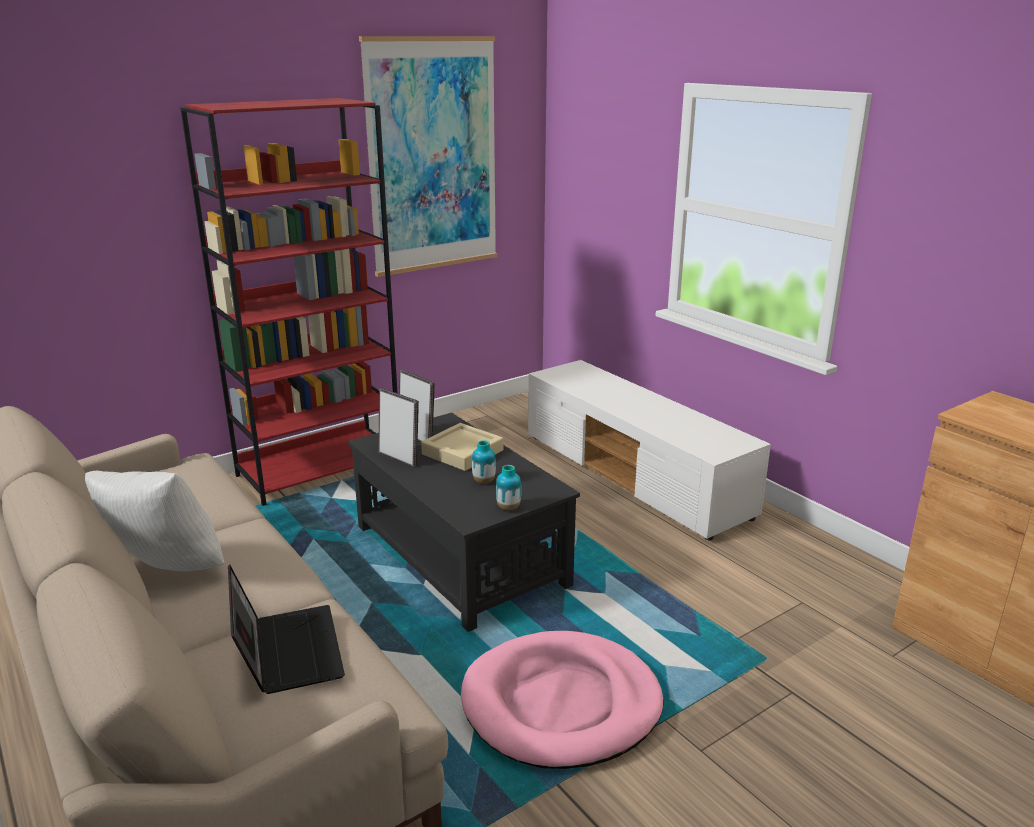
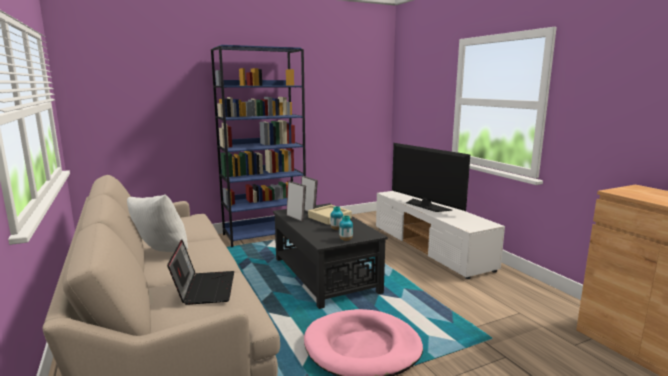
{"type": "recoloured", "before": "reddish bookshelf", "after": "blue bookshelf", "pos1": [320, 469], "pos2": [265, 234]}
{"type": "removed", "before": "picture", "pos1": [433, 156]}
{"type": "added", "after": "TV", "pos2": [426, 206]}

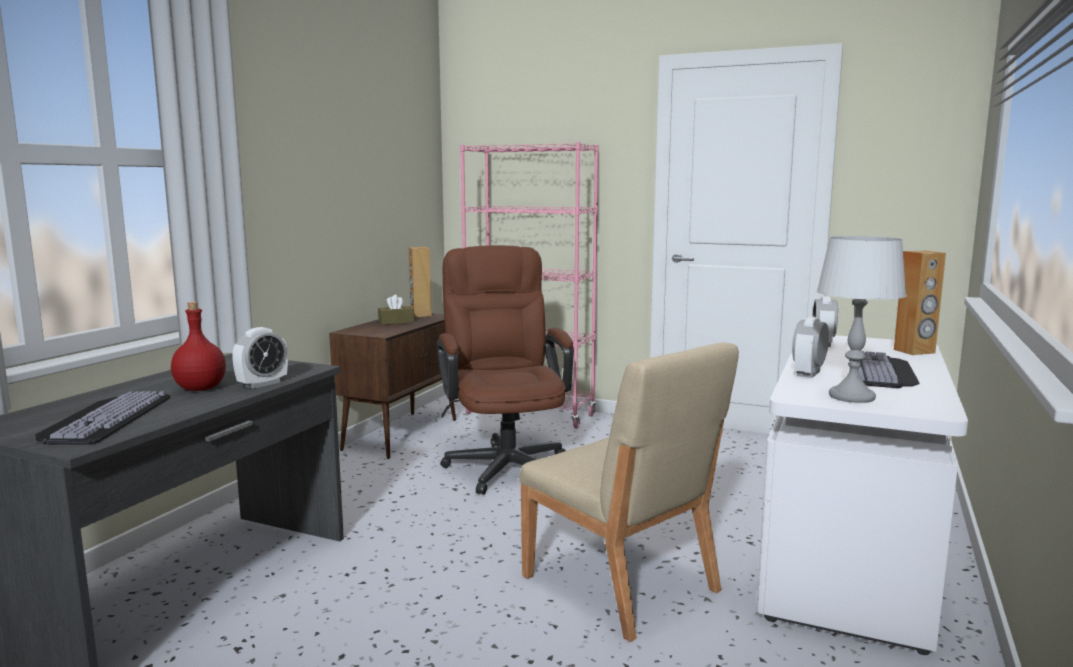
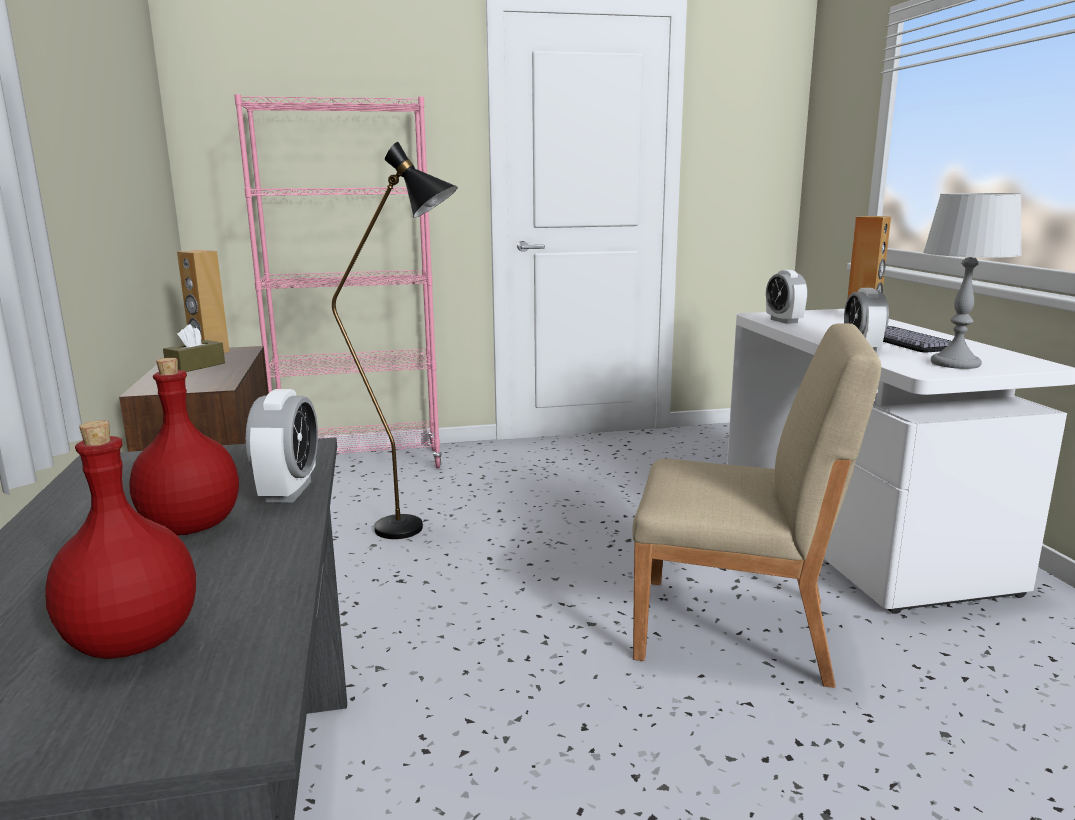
{"type": "replaced", "before": "PC keyboard", "after": "reddish drink bottle", "pos1": [103, 418], "pos2": [130, 642]}
{"type": "replaced", "before": "brown computer chair", "after": "black-coloured floor lamp", "pos1": [505, 463], "pos2": [416, 530]}

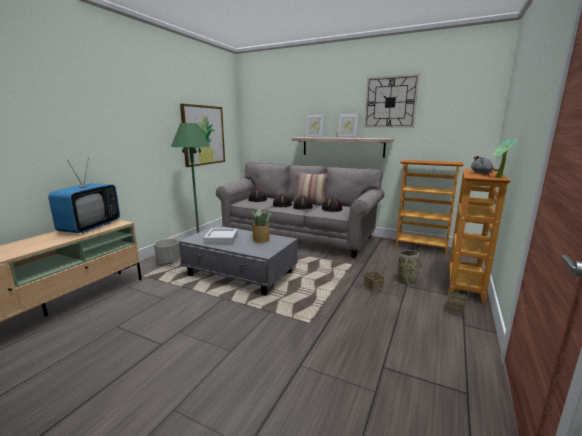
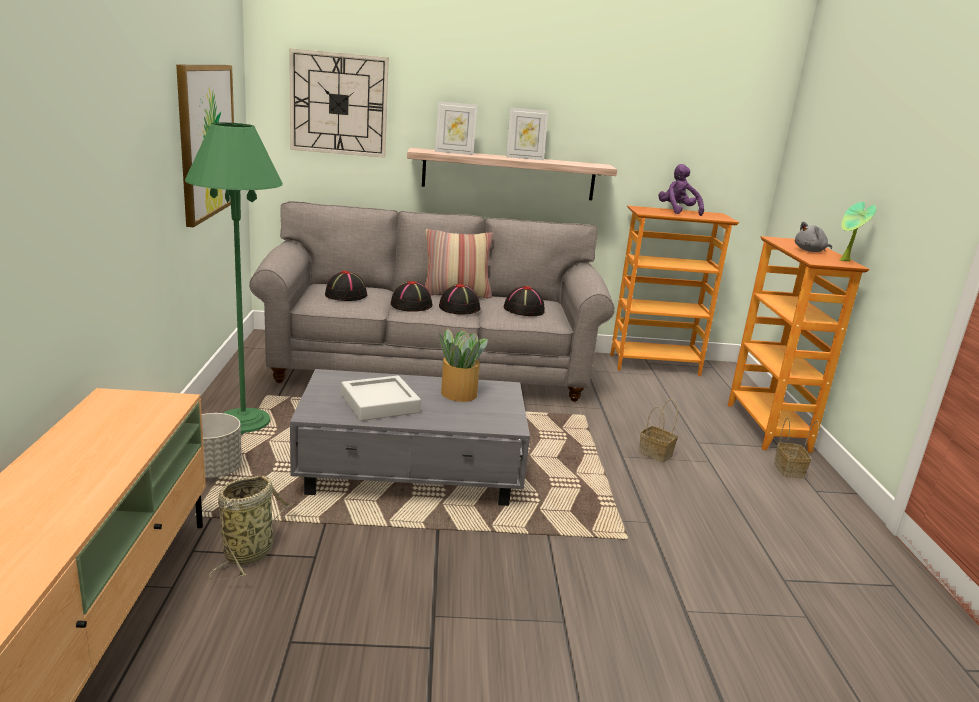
{"type": "removed", "before": "TV", "pos1": [90, 227]}
{"type": "moved", "before": "wall clock", "pos1": [390, 102], "pos2": [339, 104]}
{"type": "moved", "before": "household basket", "pos1": [407, 280], "pos2": [251, 551]}
{"type": "added", "after": "purple soft toy", "pos2": [677, 211]}

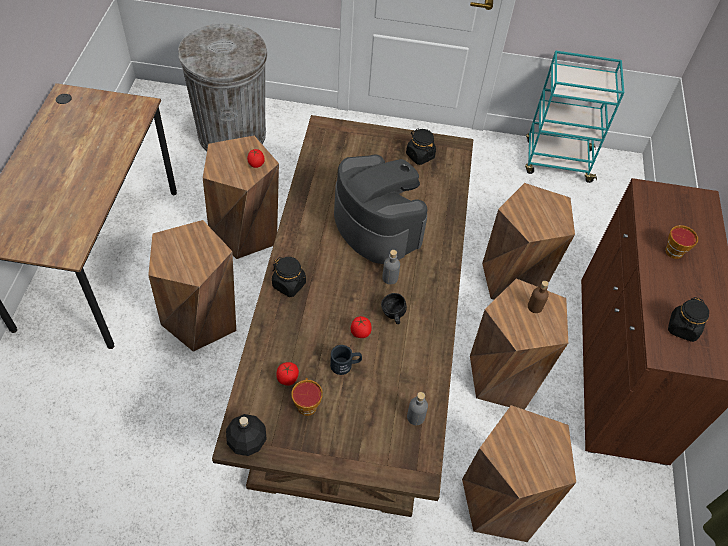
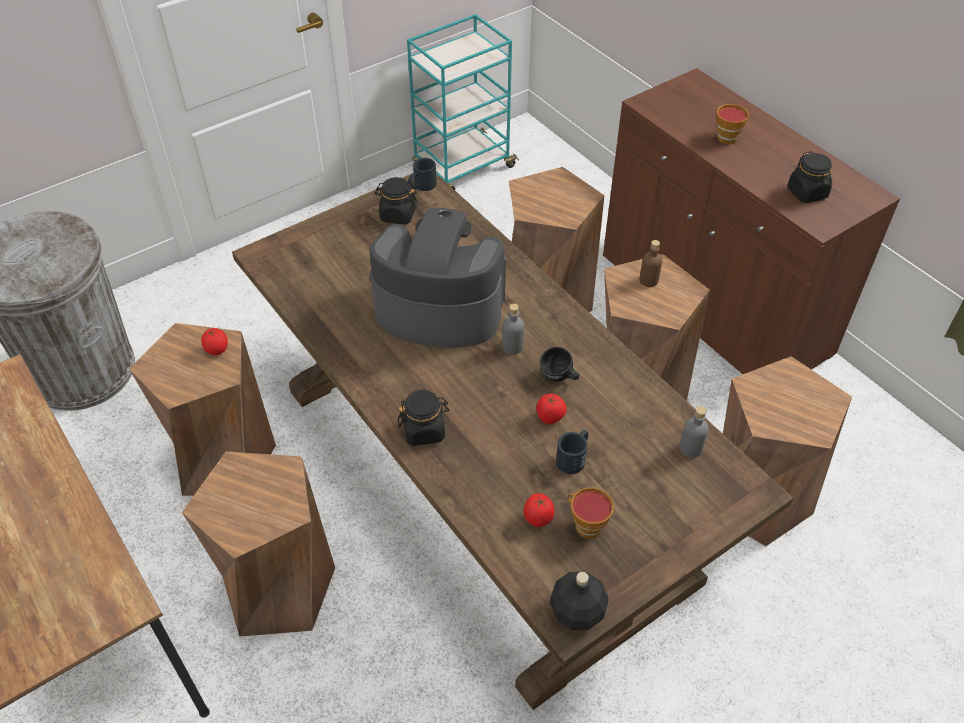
{"type": "added", "after": "black-coloured coffee mug", "pos2": [421, 186]}

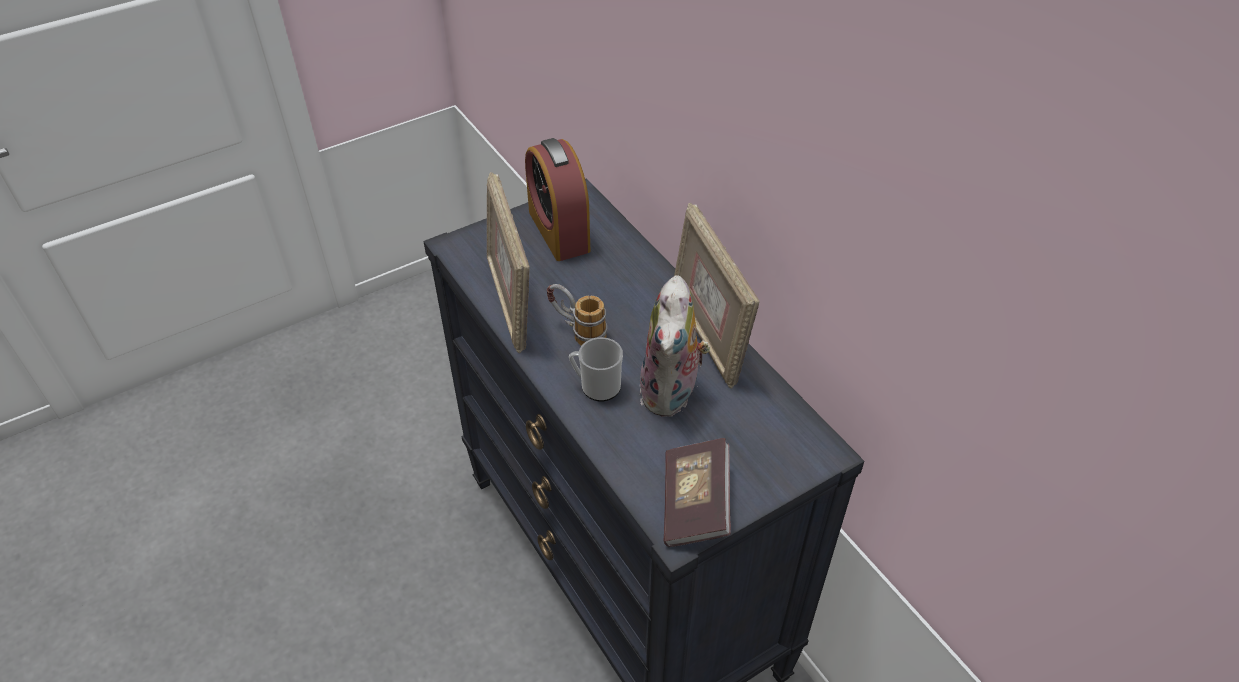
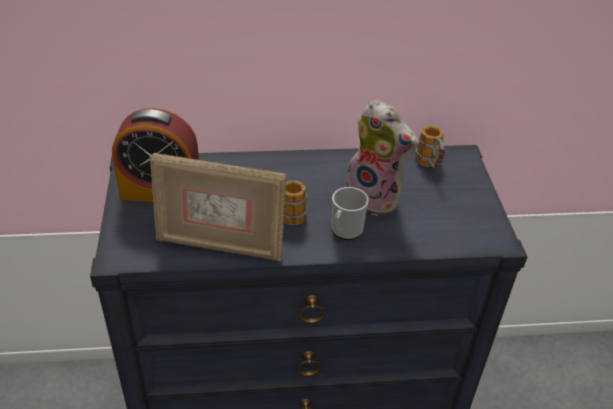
{"type": "removed", "before": "book", "pos1": [695, 505]}
{"type": "removed", "before": "standing frame", "pos1": [707, 335]}
{"type": "added", "after": "coffee mug", "pos2": [430, 166]}

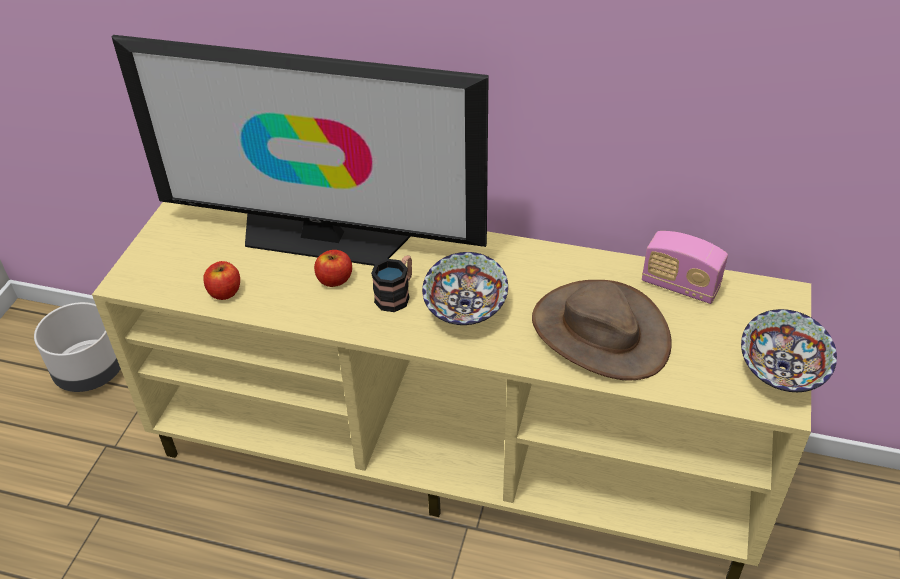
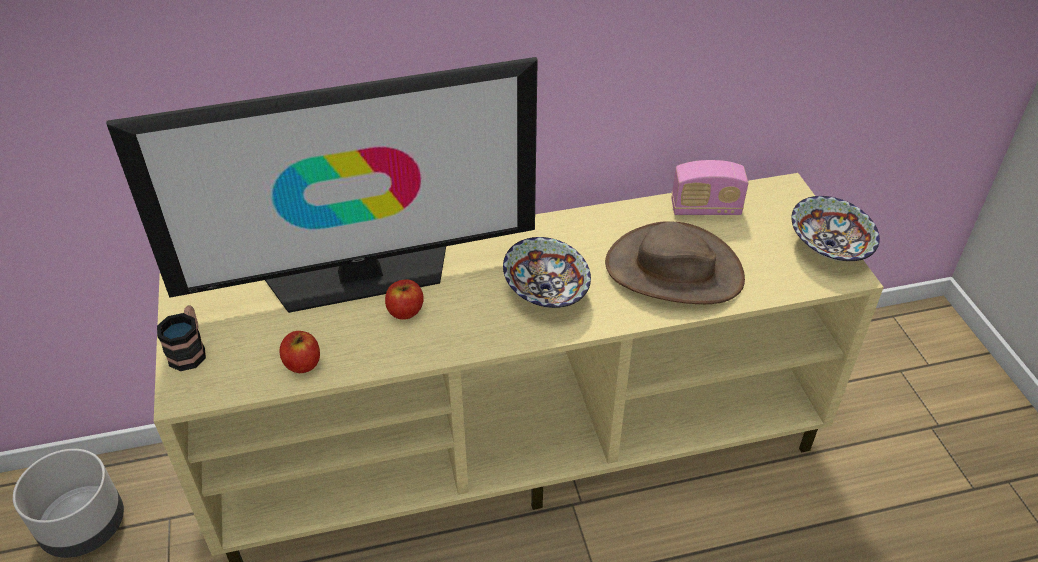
{"type": "moved", "before": "coffee mug", "pos1": [396, 295], "pos2": [190, 350]}

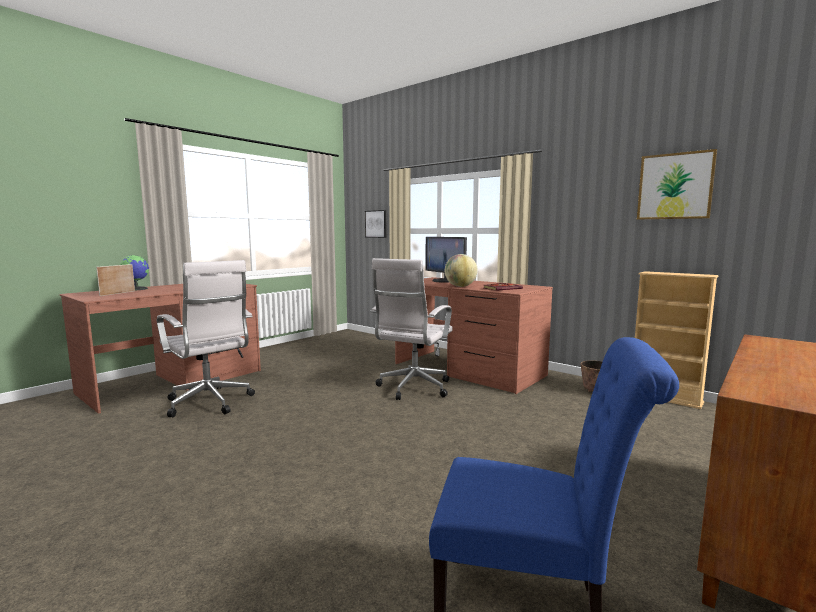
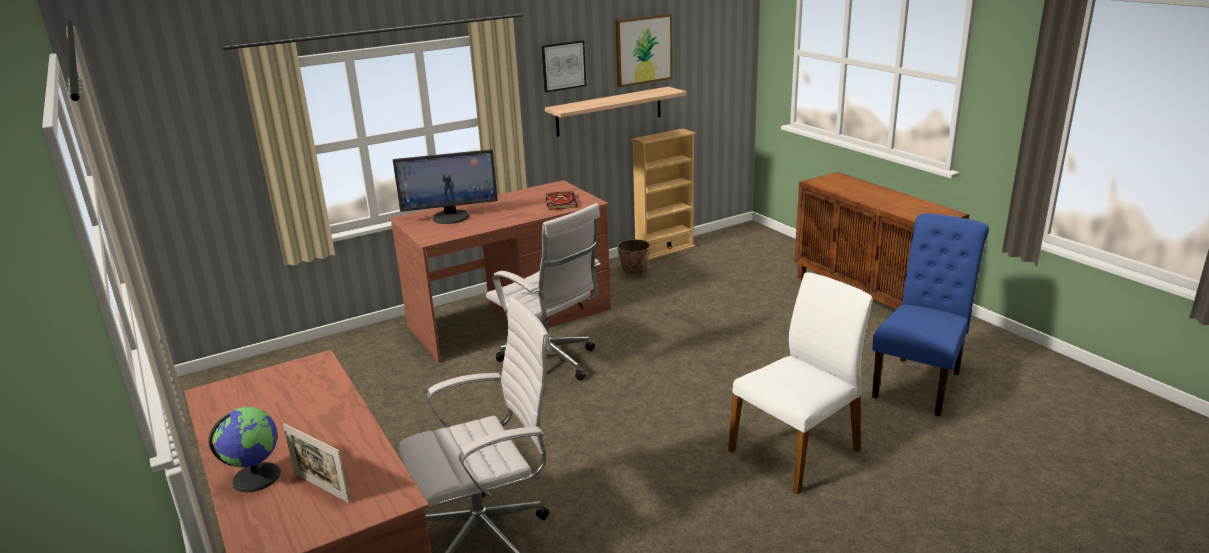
{"type": "moved", "before": "picture", "pos1": [376, 224], "pos2": [563, 65]}
{"type": "removed", "before": "desk globe", "pos1": [460, 286]}
{"type": "added", "after": "shelf", "pos2": [609, 111]}
{"type": "added", "after": "white-coloured upright chair", "pos2": [797, 450]}

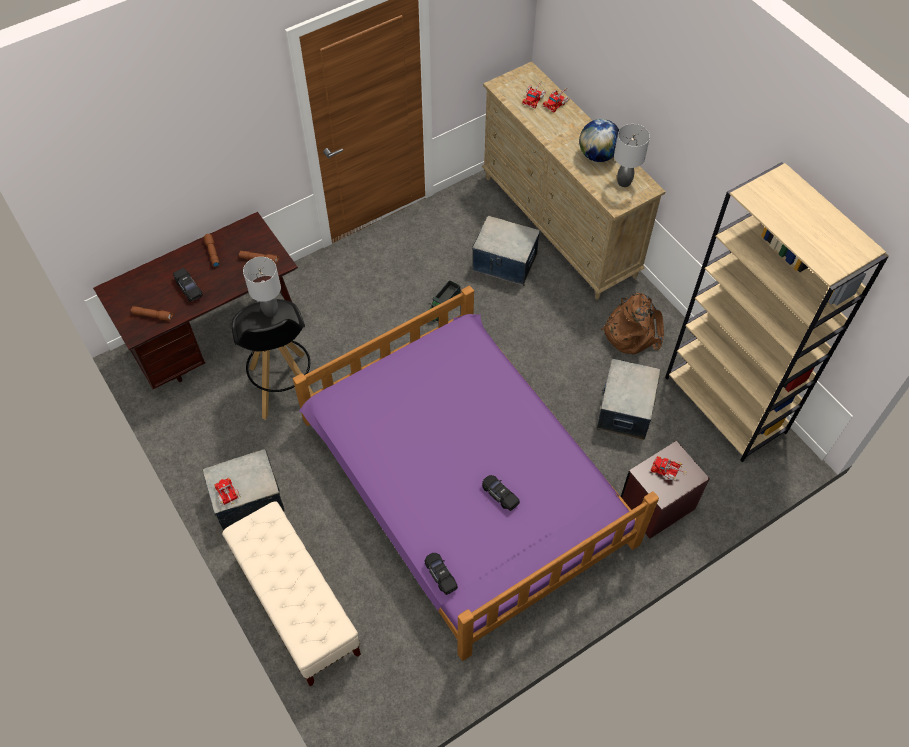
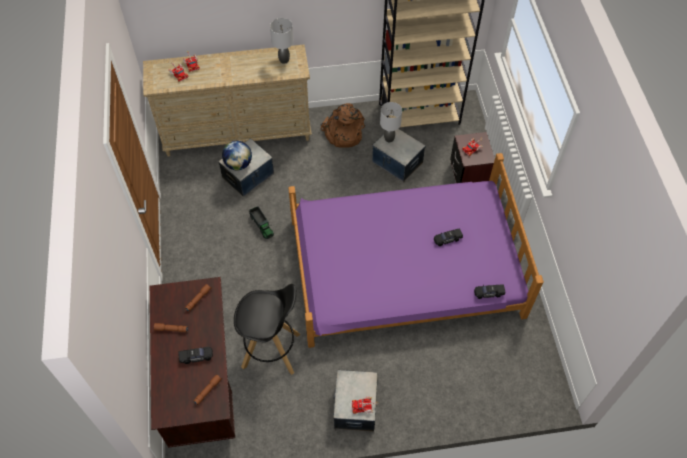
{"type": "removed", "before": "beige-coloured indoor bench", "pos1": [297, 605]}
{"type": "moved", "before": "grey tabletop lamp", "pos1": [271, 311], "pos2": [389, 138]}
{"type": "moved", "before": "desk globe", "pos1": [597, 155], "pos2": [238, 164]}

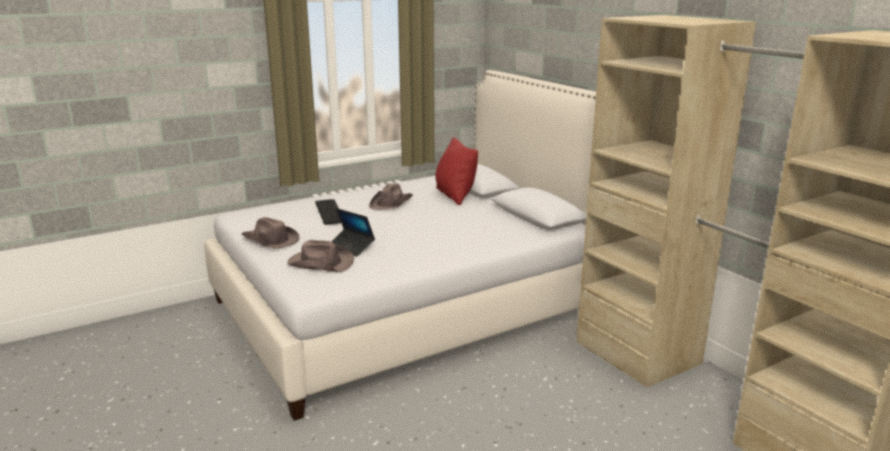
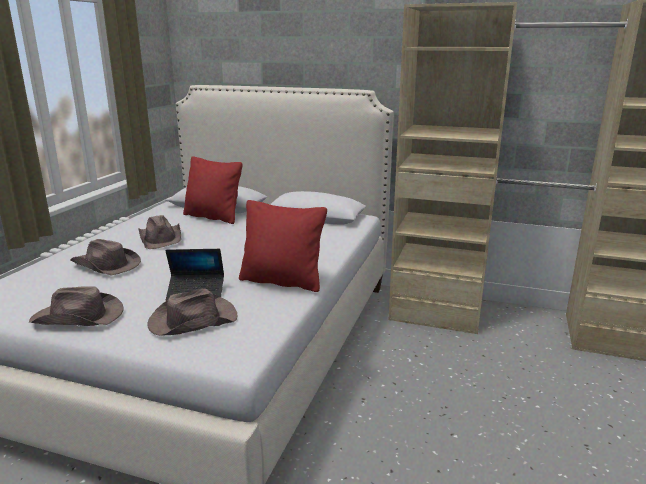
{"type": "replaced", "before": "PC keyboard", "after": "brown clothing hat", "pos1": [328, 212], "pos2": [106, 265]}
{"type": "added", "after": "reddish throw pillow", "pos2": [282, 281]}

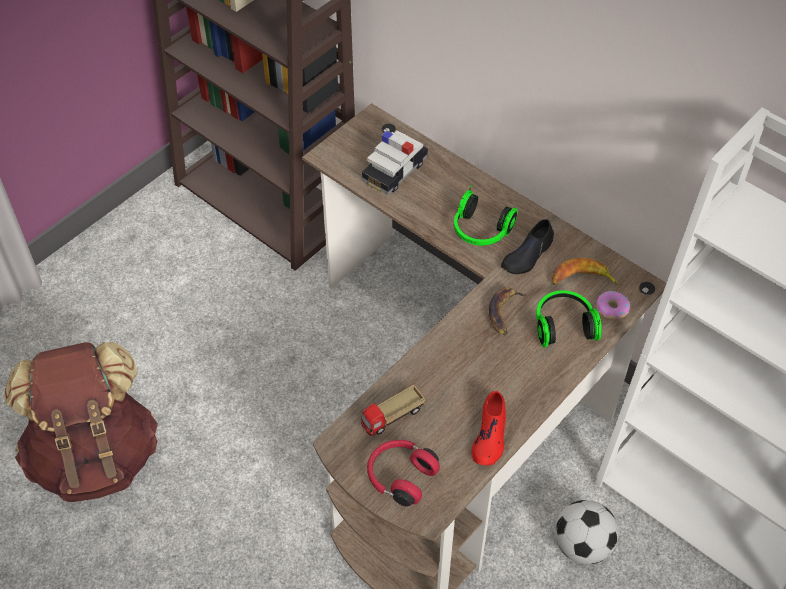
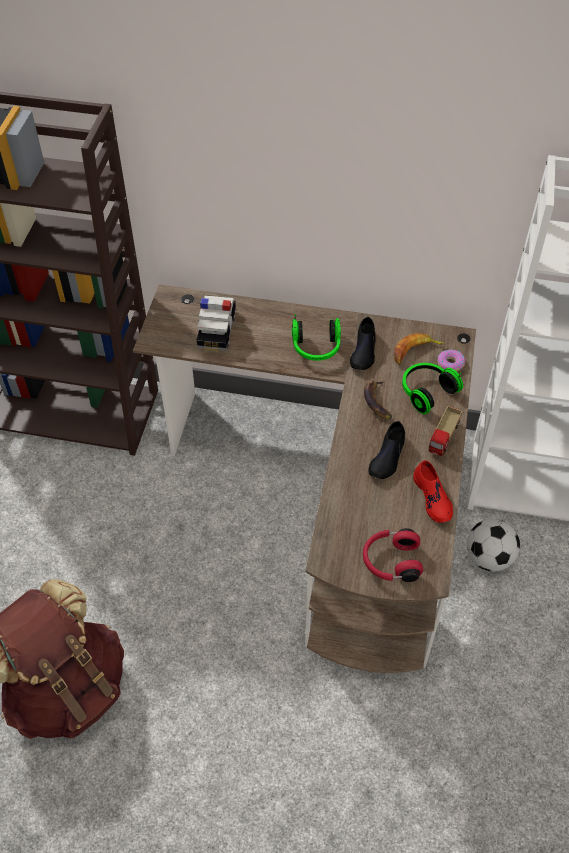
{"type": "moved", "before": "toy lorry", "pos1": [392, 418], "pos2": [444, 437]}
{"type": "added", "after": "black-coloured low shoe", "pos2": [387, 457]}

